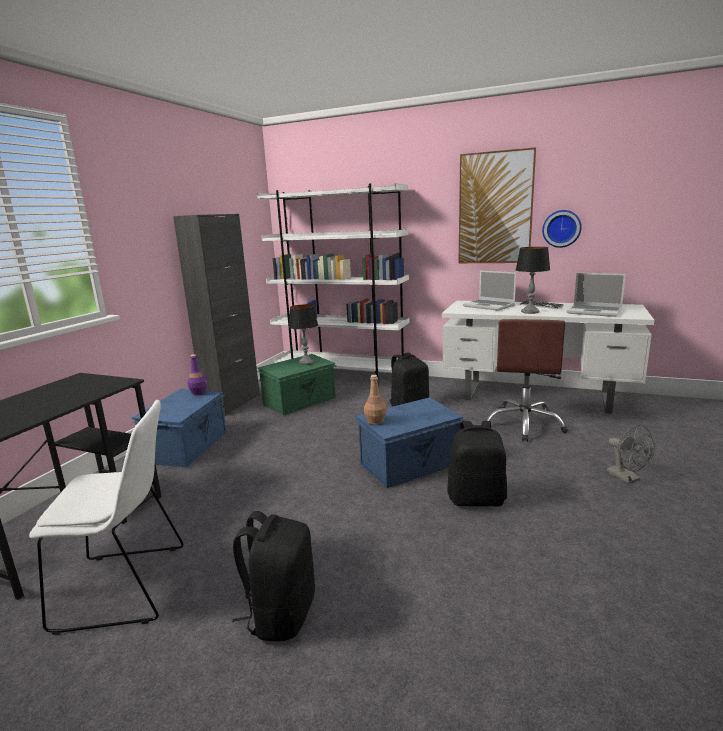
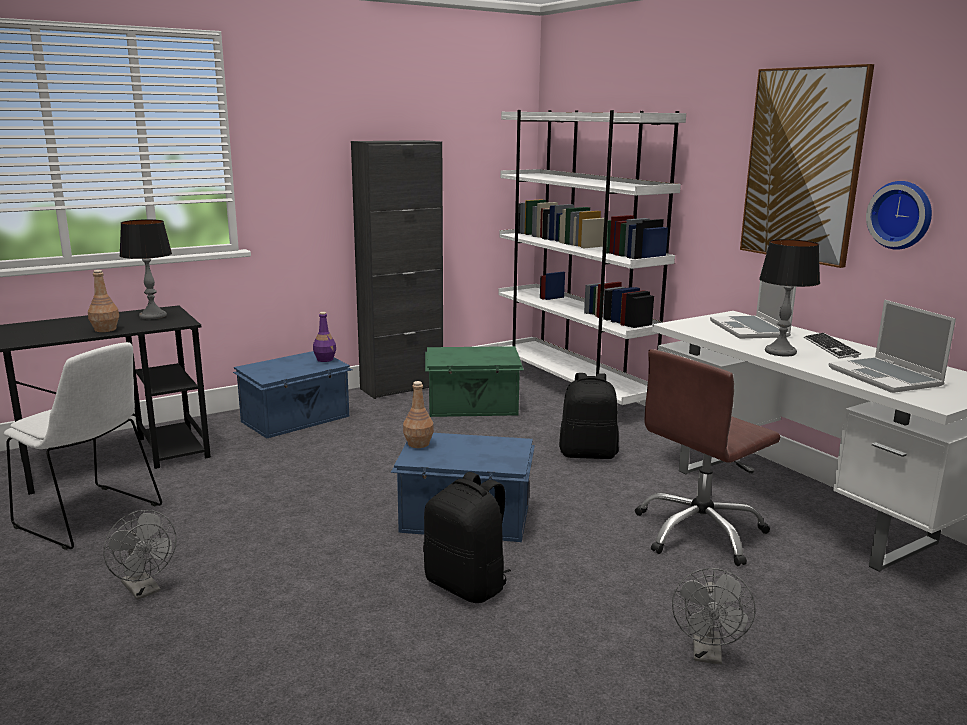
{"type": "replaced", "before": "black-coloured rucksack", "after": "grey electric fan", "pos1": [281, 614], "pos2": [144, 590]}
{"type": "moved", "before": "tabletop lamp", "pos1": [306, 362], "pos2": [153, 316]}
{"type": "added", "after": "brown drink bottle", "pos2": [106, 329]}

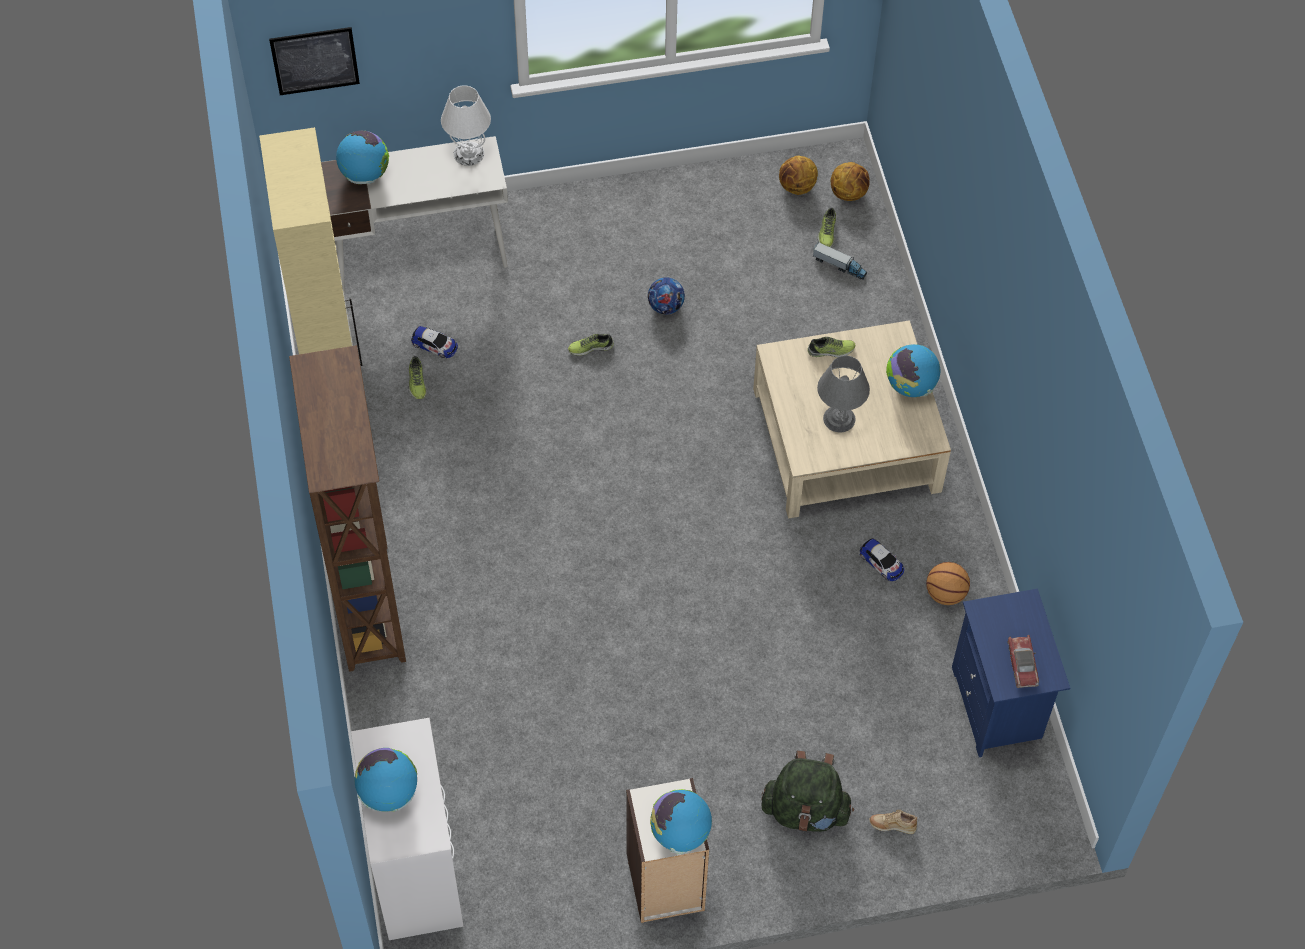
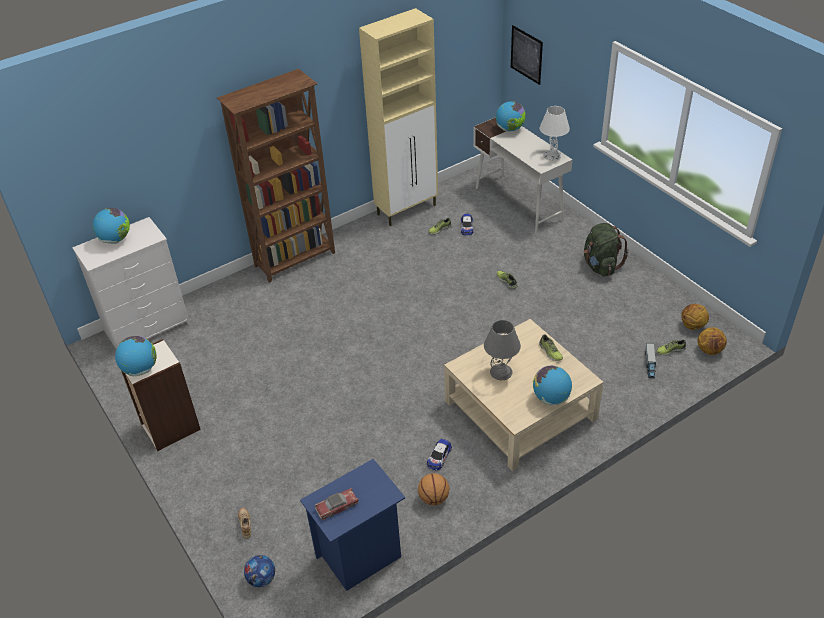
{"type": "moved", "before": "football", "pos1": [665, 306], "pos2": [261, 579]}
{"type": "moved", "before": "greenish rucksack", "pos1": [805, 811], "pos2": [600, 266]}

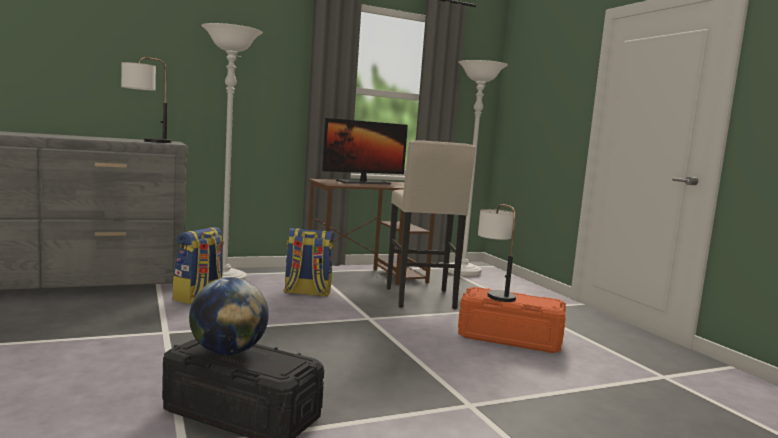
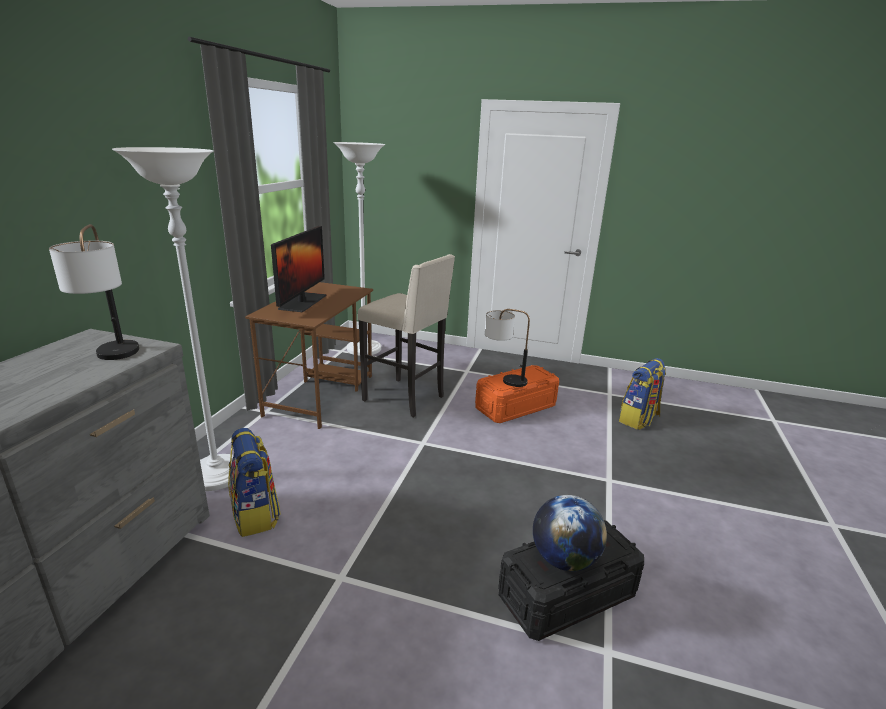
{"type": "moved", "before": "rucksack", "pos1": [307, 293], "pos2": [639, 420]}

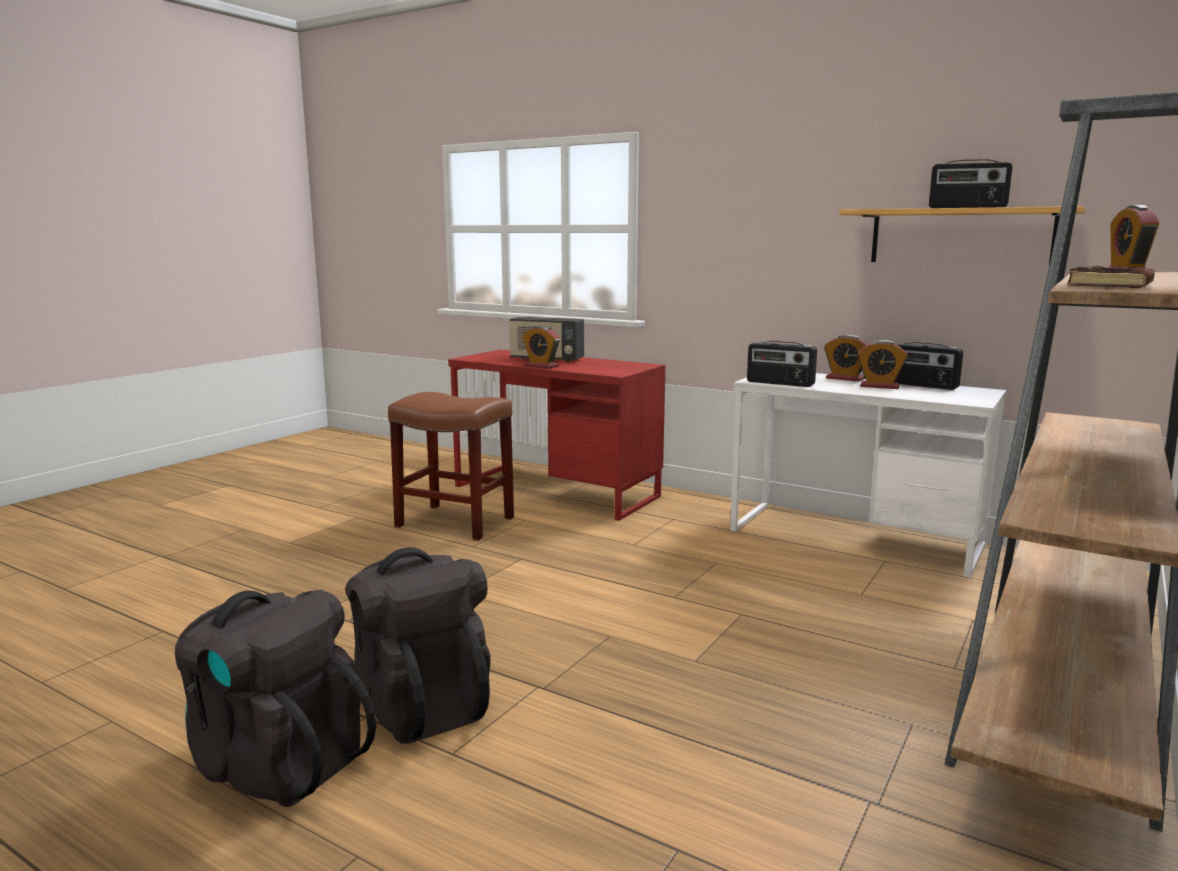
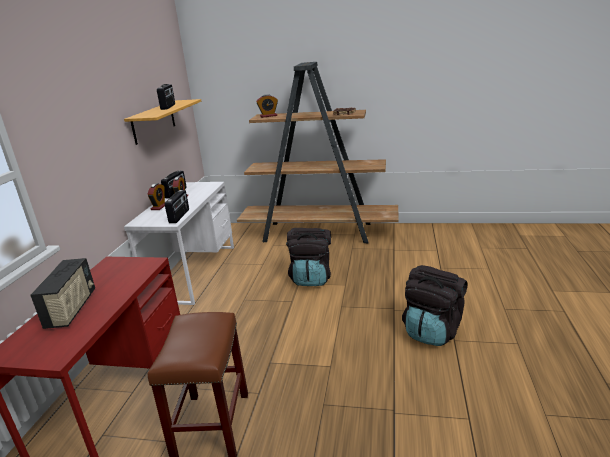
{"type": "moved", "before": "black-coloured rucksack", "pos1": [276, 763], "pos2": [311, 278]}
{"type": "removed", "before": "alarm clock", "pos1": [541, 366]}

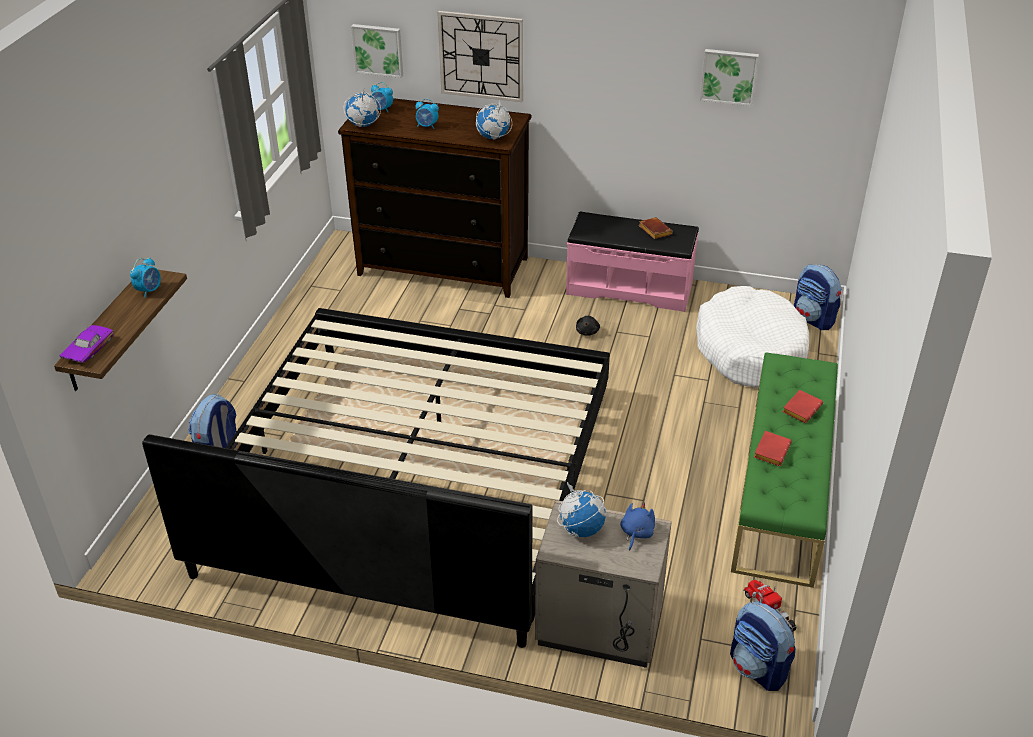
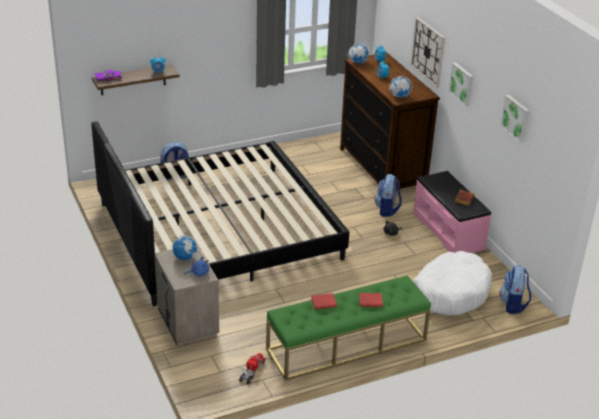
{"type": "moved", "before": "picture", "pos1": [378, 50], "pos2": [462, 84]}
{"type": "moved", "before": "rucksack", "pos1": [758, 668], "pos2": [387, 210]}

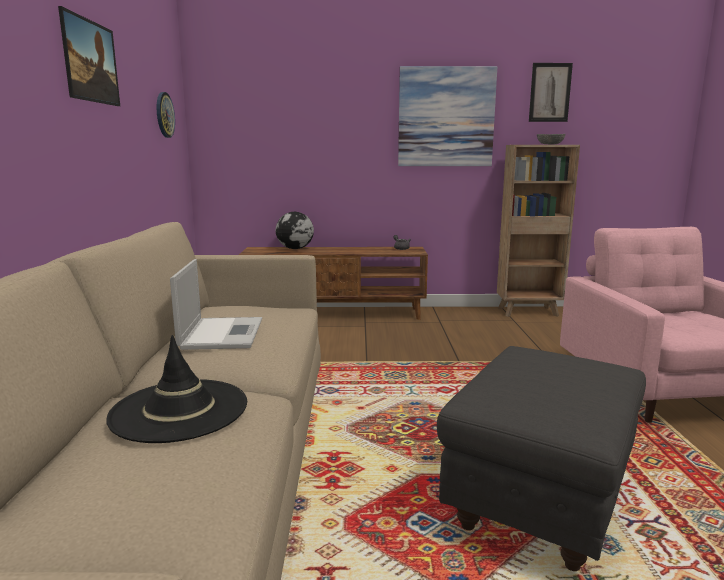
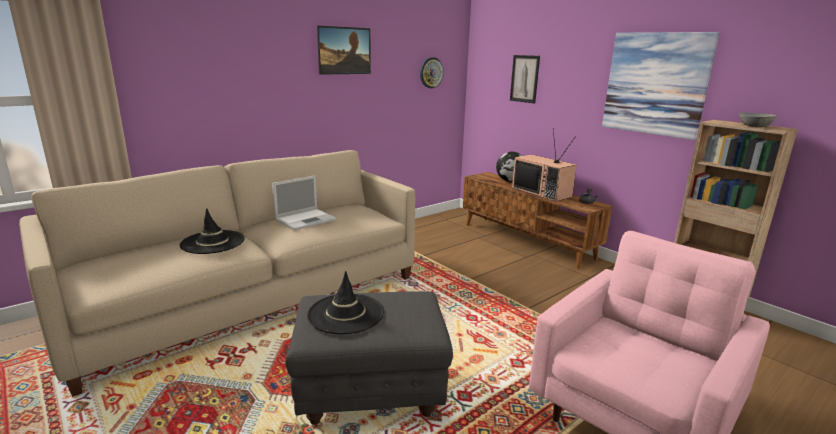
{"type": "moved", "before": "picture", "pos1": [550, 92], "pos2": [524, 79]}
{"type": "added", "after": "black-coloured clothing hat", "pos2": [345, 314]}
{"type": "added", "after": "TV", "pos2": [542, 192]}

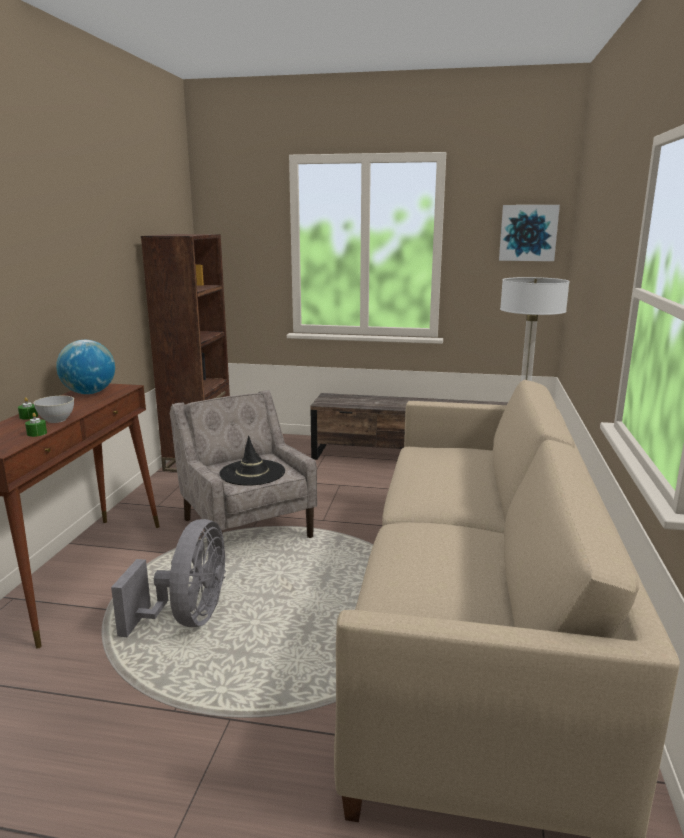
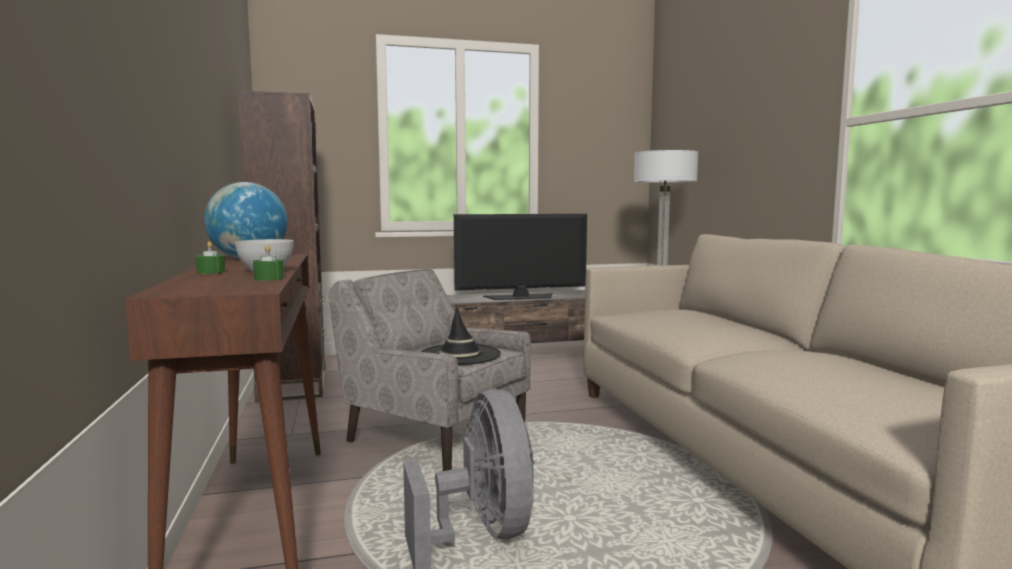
{"type": "removed", "before": "picture", "pos1": [528, 233]}
{"type": "added", "after": "TV", "pos2": [521, 297]}

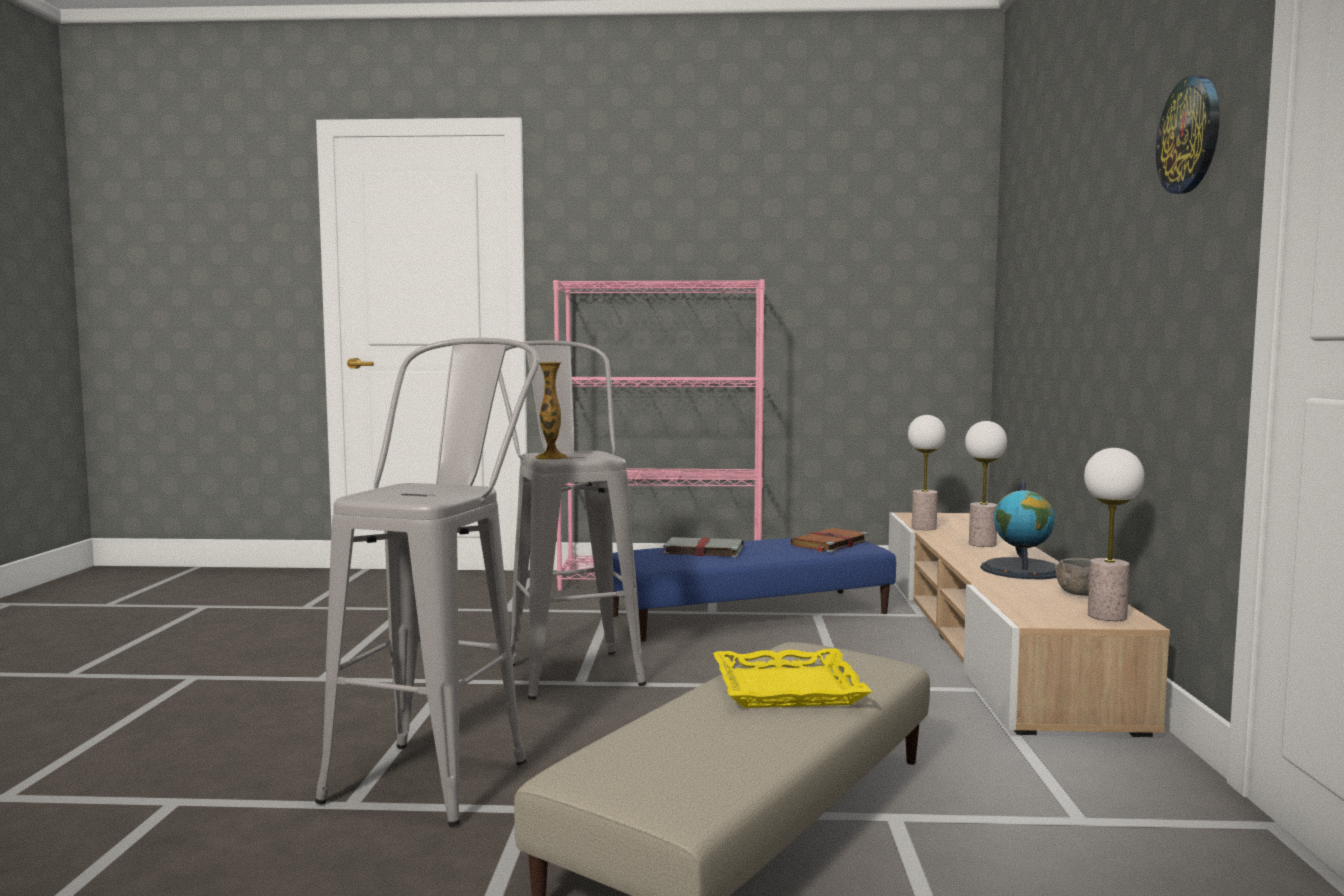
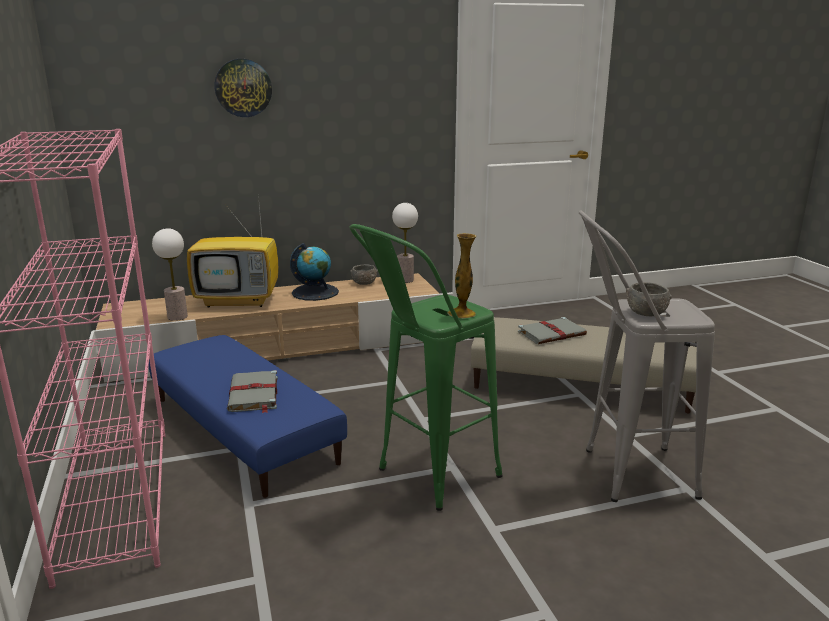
{"type": "recoloured", "before": "grey sitting stool", "after": "greenish sitting stool", "pos1": [568, 668], "pos2": [425, 480]}
{"type": "replaced", "before": "yellow carrying tray", "after": "grey book", "pos1": [787, 688], "pos2": [552, 333]}
{"type": "removed", "before": "brown book", "pos1": [829, 543]}
{"type": "replaced", "before": "tabletop lamp", "after": "TV", "pos1": [982, 544], "pos2": [240, 301]}
{"type": "moved", "before": "wall clock", "pos1": [1190, 135], "pos2": [243, 88]}
{"type": "added", "after": "grey deep dish", "pos2": [646, 312]}

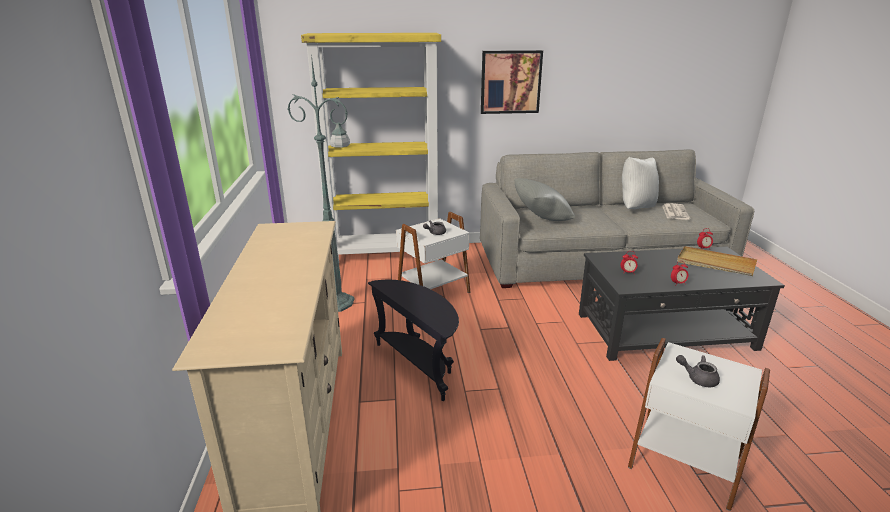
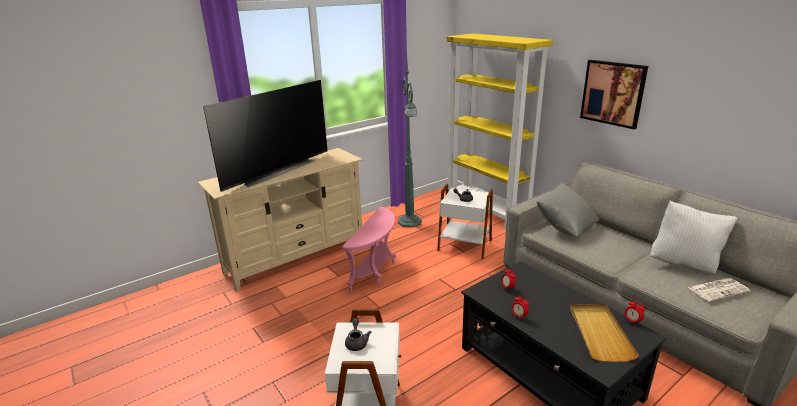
{"type": "recoloured", "before": "black-coloured accent table", "after": "pinkish accent table", "pos1": [419, 365], "pos2": [376, 271]}
{"type": "added", "after": "TV", "pos2": [276, 171]}

